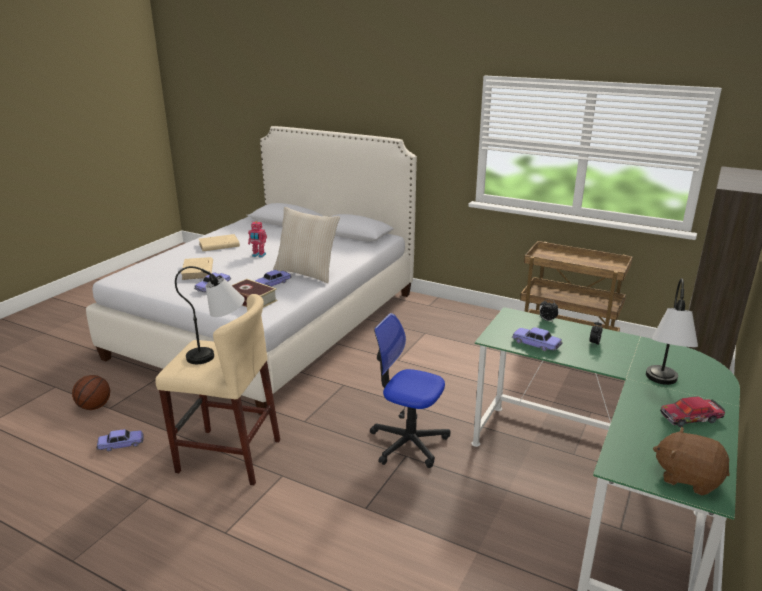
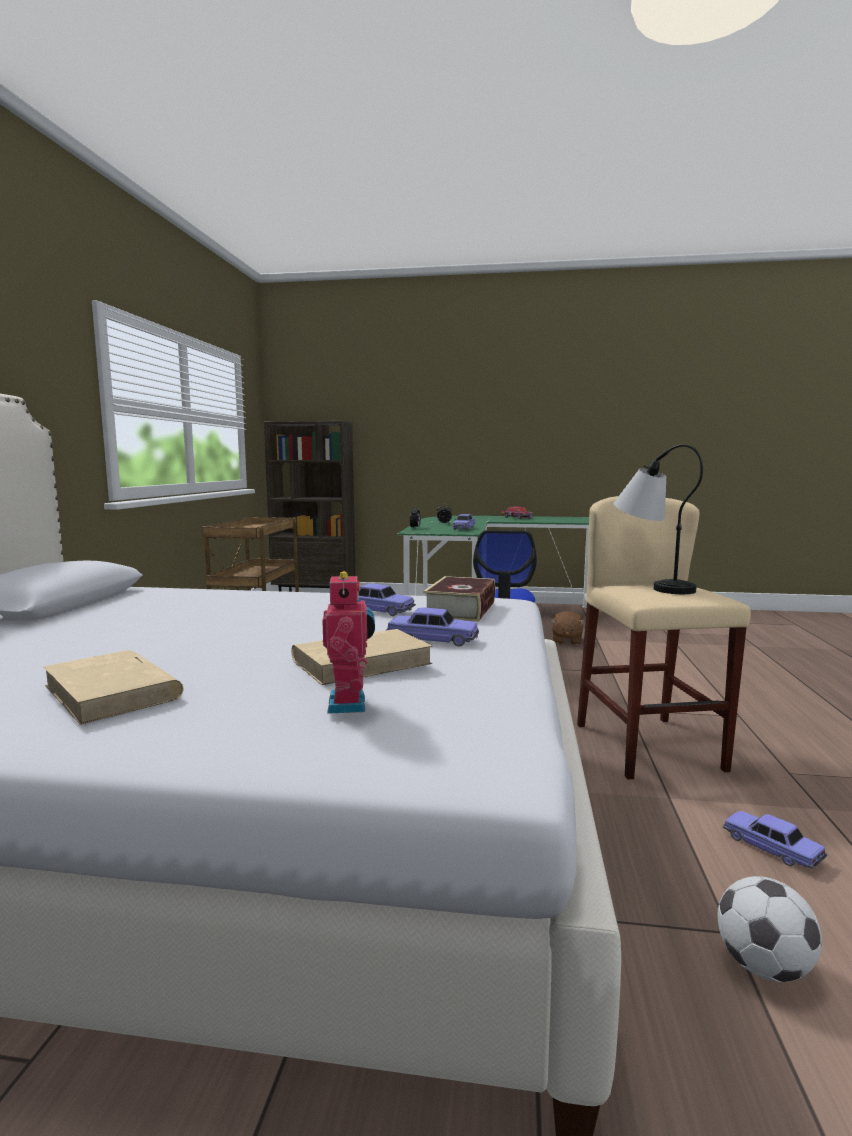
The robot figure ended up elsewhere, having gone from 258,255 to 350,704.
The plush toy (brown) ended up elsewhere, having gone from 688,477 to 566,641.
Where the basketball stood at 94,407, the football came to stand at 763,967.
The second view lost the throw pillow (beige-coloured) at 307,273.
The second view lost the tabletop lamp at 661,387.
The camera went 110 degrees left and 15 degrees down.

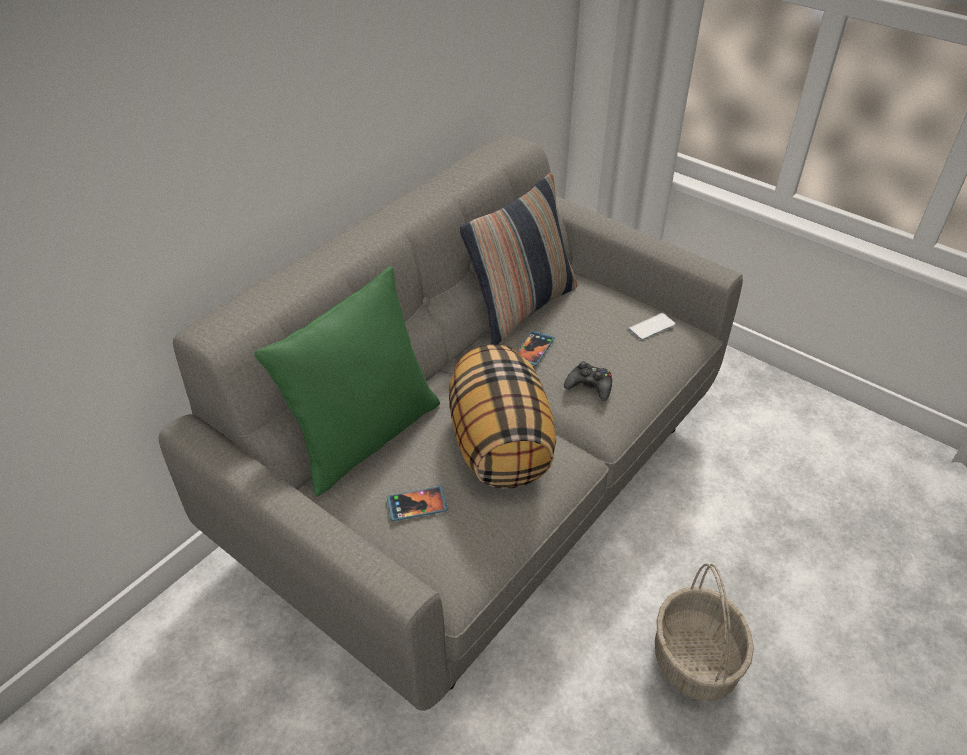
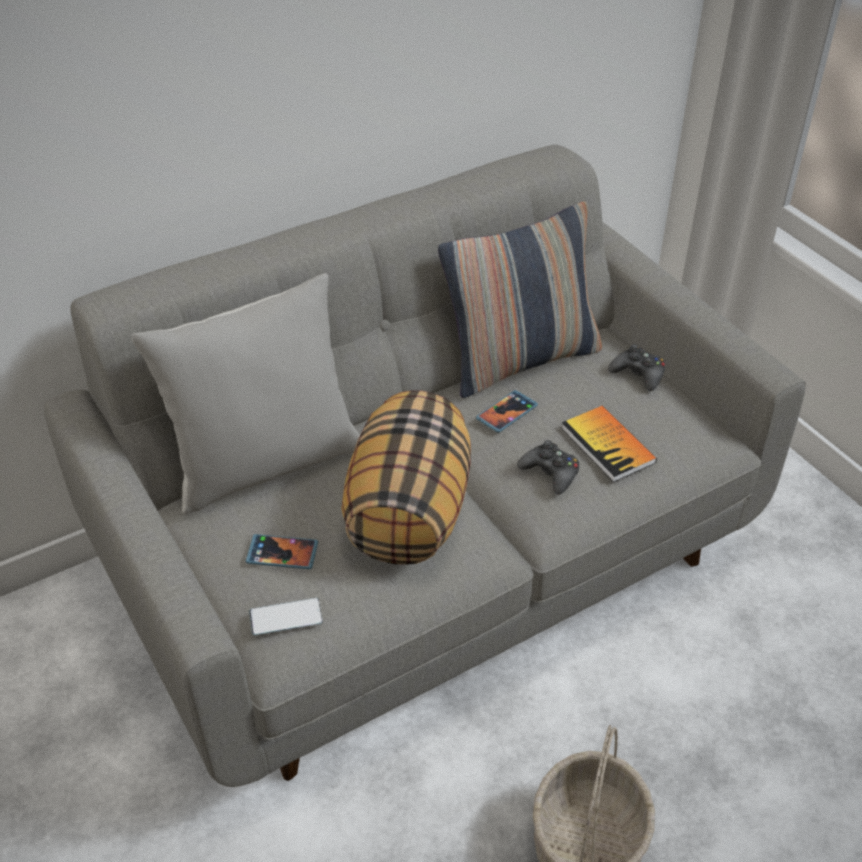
What was the throw pillow (green) at 364,437 turned into the throw pillow (greyish) at 266,463.
The telephone ended up elsewhere, having gone from 651,327 to 285,617.
The second view gained the book at 607,445.
The second view gained the game controller (black) at 638,374.
The camera went 20 degrees right and 0 degrees up.

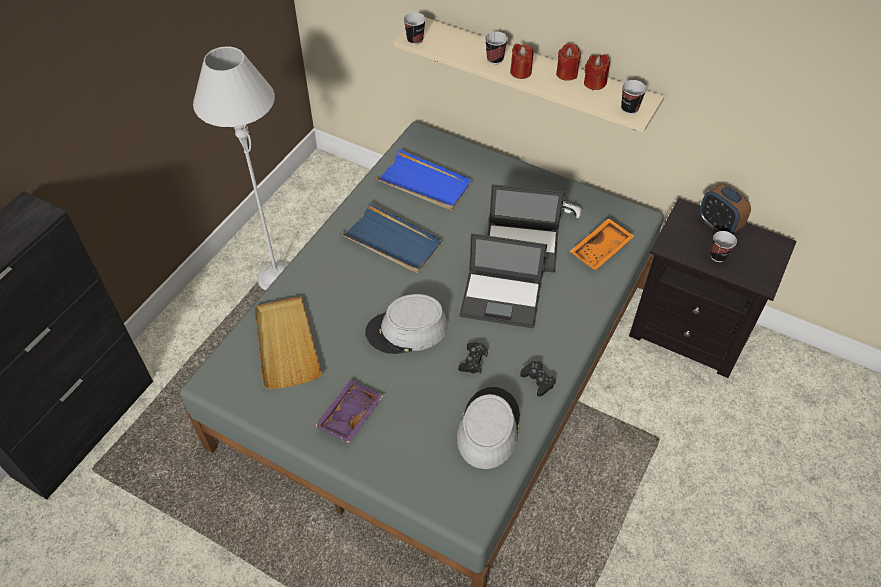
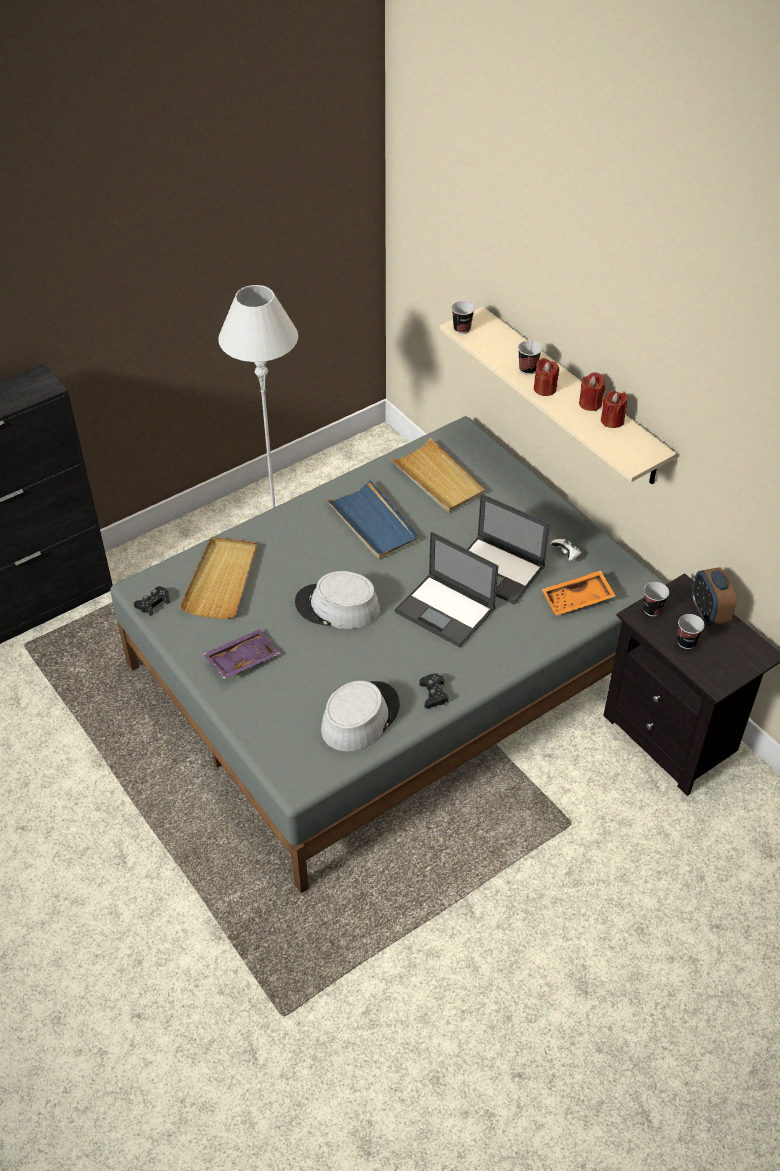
The game controller (black) ended up elsewhere, having gone from 473,361 to 153,603.
What was the tray (blue) at 424,183 turned into the tray (beige-coloured) at 438,479.
The cup ended up elsewhere, having gone from 629,108 to 652,610.
The camera went 25 degrees right and 5 degrees down.

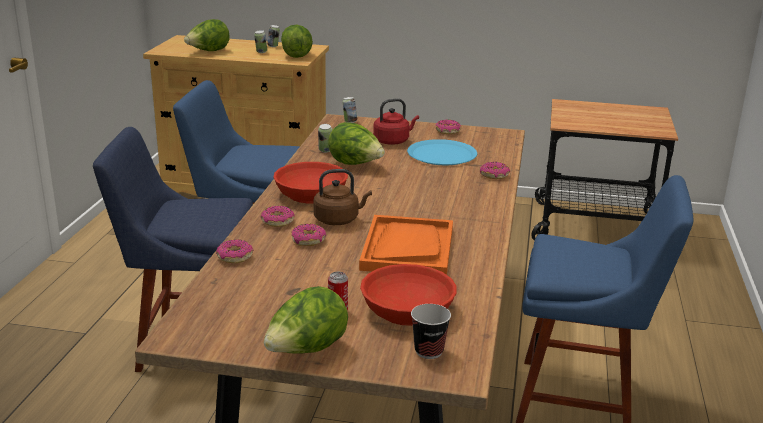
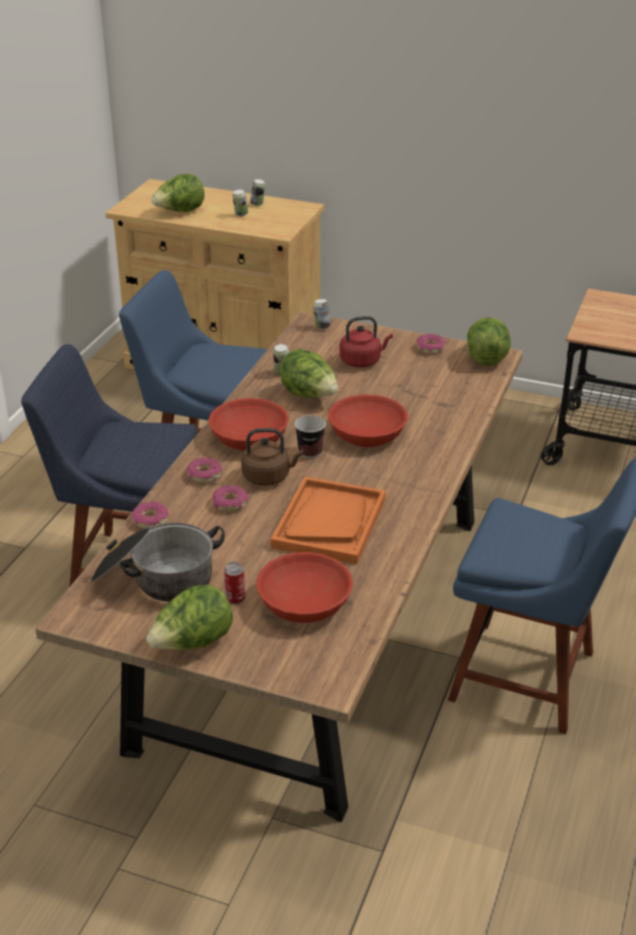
The second view gained the saucepot at 156,579.
The cup ended up elsewhere, having gone from 429,351 to 310,452.
The second view gained the deep dish (red) at 367,433.
The lettuce ended up elsewhere, having gone from 297,55 to 486,357.
The second view lost the dinner plate (blue) at 442,154.
The second view lost the donut at 494,175.
The camera went 10 degrees right and 10 degrees up.

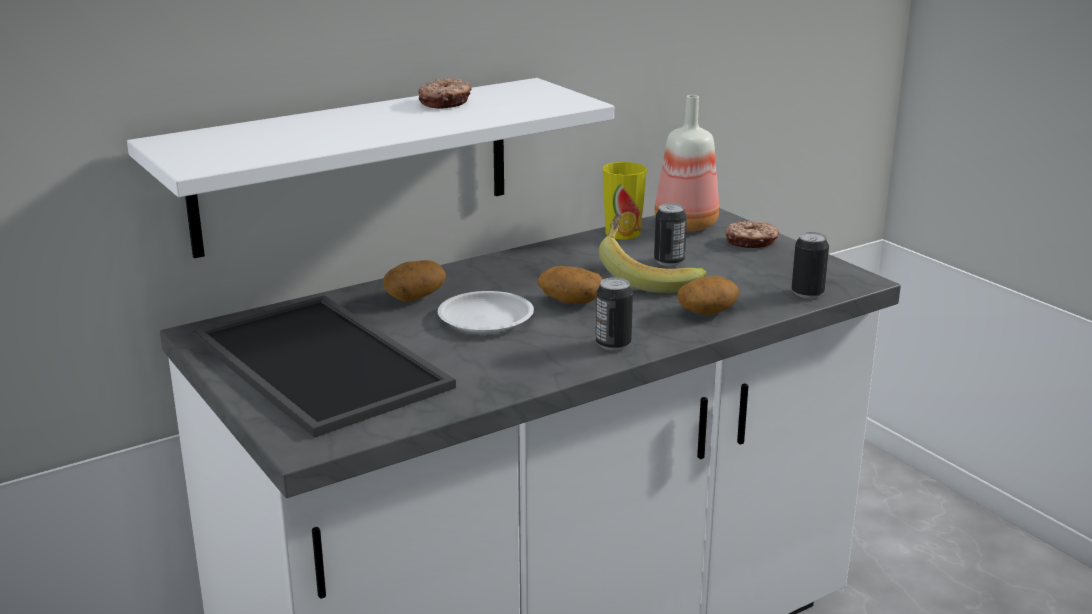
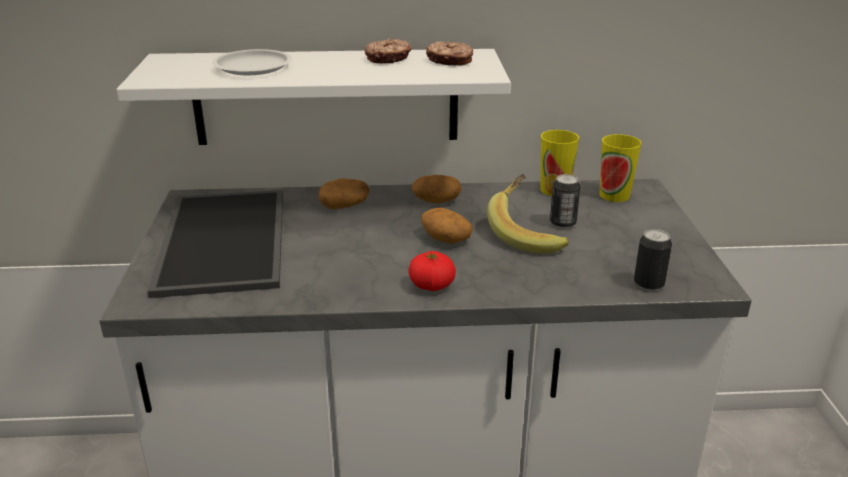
The dinner plate (whitish) ended up elsewhere, having gone from 486,318 to 253,67.
Where the metal can stood at 613,344, the whole tomato came to stand at 432,285.
The potato ended up elsewhere, having gone from 707,312 to 436,201.
The donut ended up elsewhere, having gone from 751,242 to 449,61.
Where the beverage bottle stood at 686,226, the cup came to stand at 614,195.
The camera went 30 degrees right and 5 degrees up.

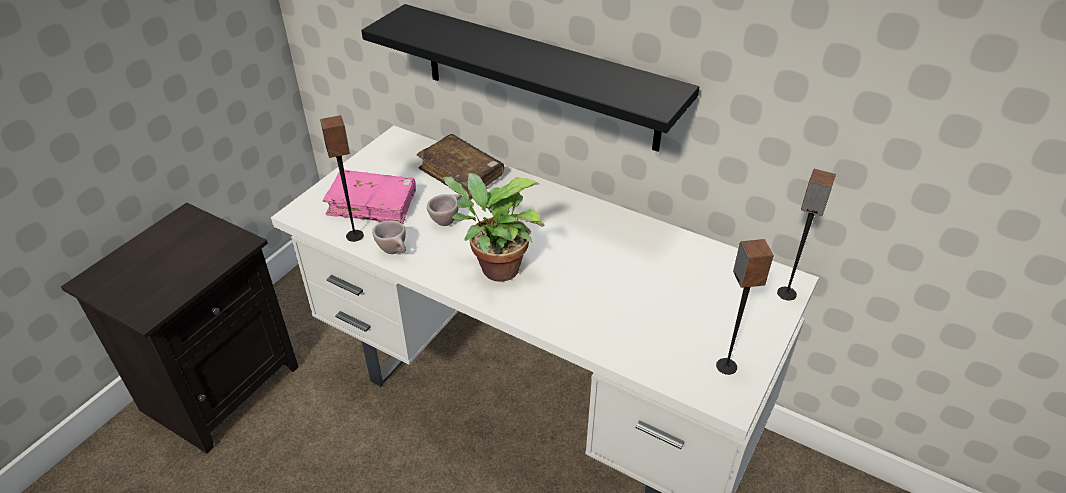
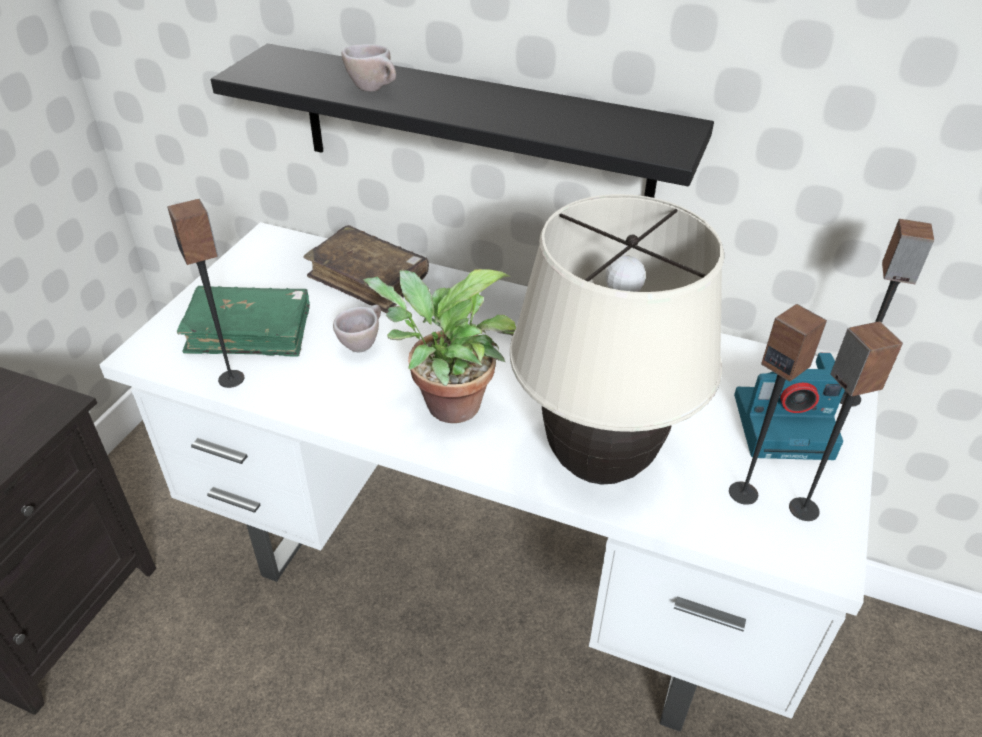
What was the book (pink-coloured) at 372,204 turned into the book (green) at 250,332.
The cup (beige-coloured) ended up elsewhere, having gone from 395,251 to 375,90.
The second view gained the tabletop lamp (beige-coloured) at 600,464.
The second view gained the audio speaker at 743,493.
The second view gained the still camera at 785,425.
The camera went 10 degrees left and 0 degrees up.

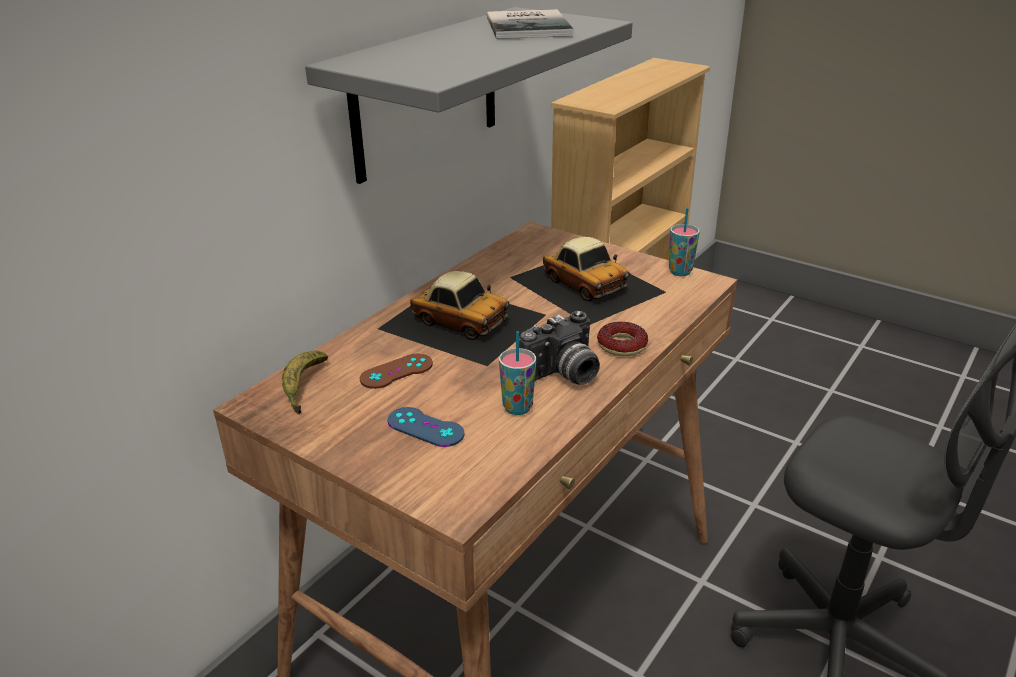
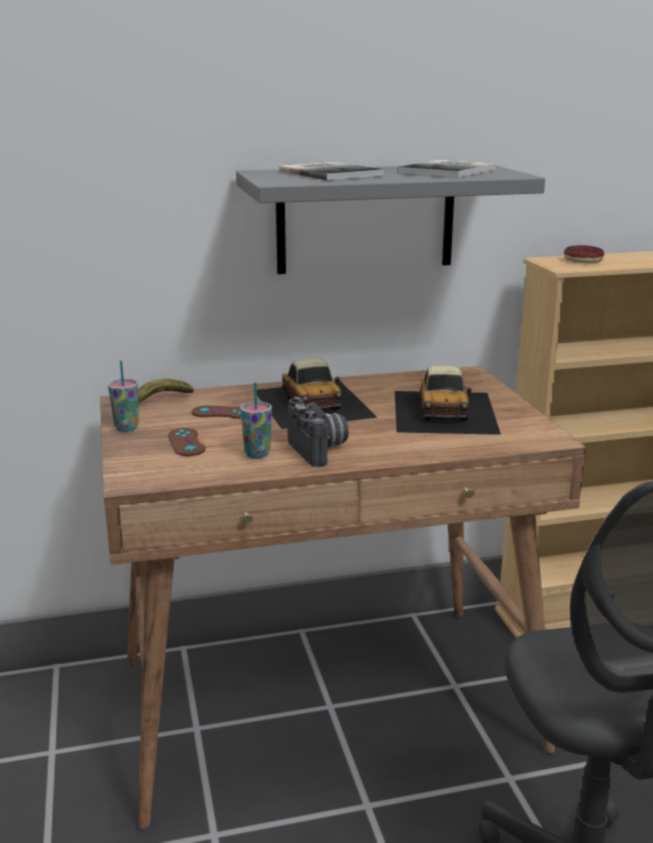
The cup ended up elsewhere, having gone from 680,272 to 126,428.
What was the game controller (blue) at 425,427 turned into the game controller (brown) at 186,442.
The second view gained the book at 331,173.
The still camera at 563,375 ended up facing another way, 120 degrees counterclockwise from before.
The donut ended up elsewhere, having gone from 622,345 to 582,260.
The camera went 40 degrees right and 10 degrees down.

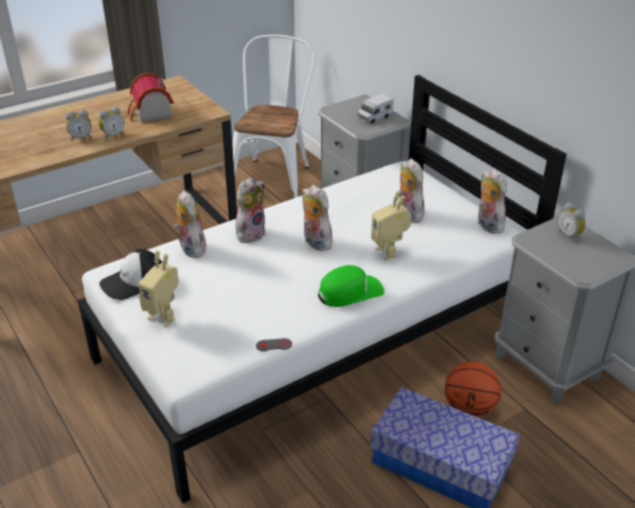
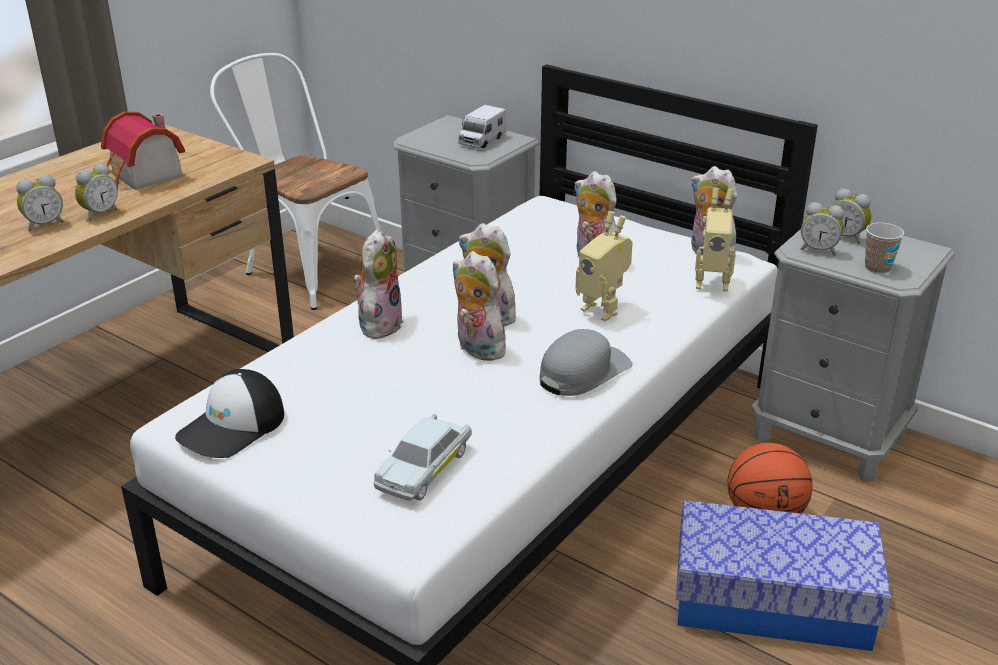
The chair (whitish) at 274,176 ended up facing another way, 45 degrees counterclockwise from before.
The second view gained the toy car (whitish) at 424,469.
The plush toy ended up elsewhere, having gone from 190,248 to 476,349.
What was the cap (green) at 350,292 turned into the cap (greyish) at 583,372.
The robot figure ended up elsewhere, having gone from 164,316 to 712,282.
The second view gained the alarm clock at 818,250.
The second view gained the cup at 877,268.
The second view lost the game controller (greyish) at 274,345.
The camera went 20 degrees left and 5 degrees down.

